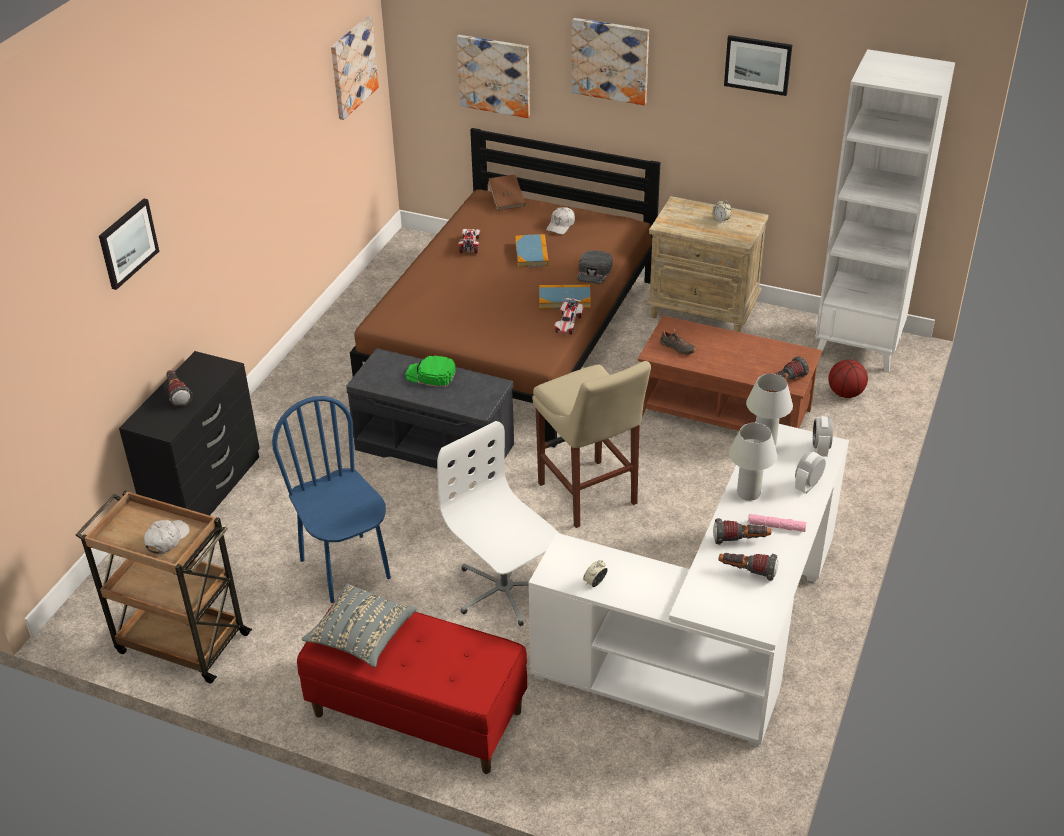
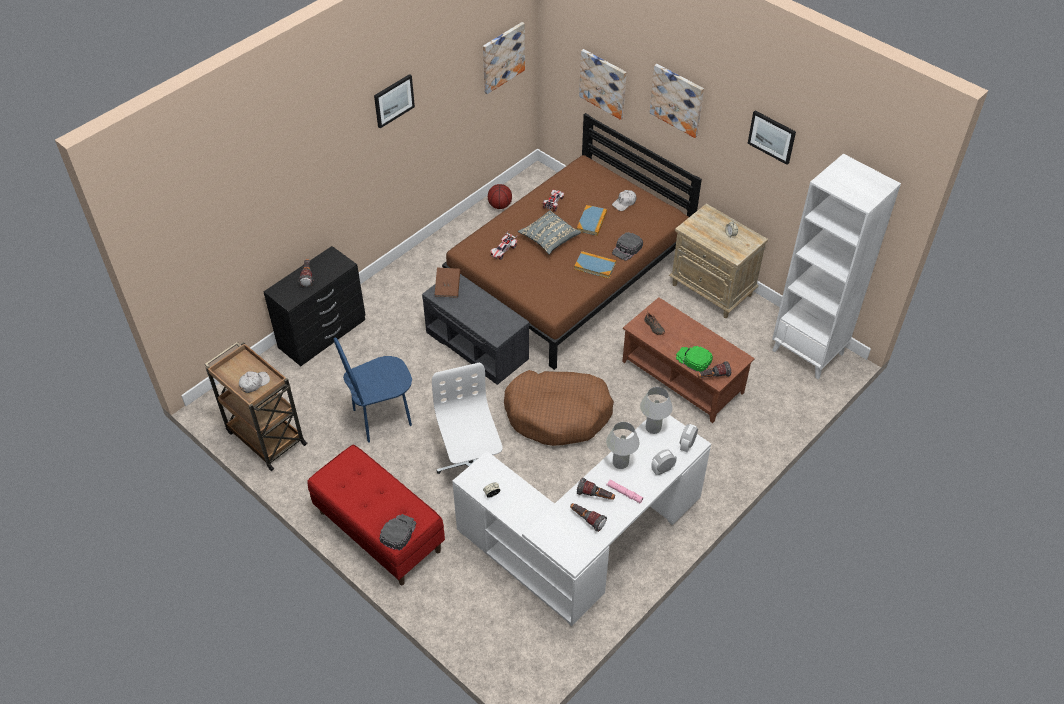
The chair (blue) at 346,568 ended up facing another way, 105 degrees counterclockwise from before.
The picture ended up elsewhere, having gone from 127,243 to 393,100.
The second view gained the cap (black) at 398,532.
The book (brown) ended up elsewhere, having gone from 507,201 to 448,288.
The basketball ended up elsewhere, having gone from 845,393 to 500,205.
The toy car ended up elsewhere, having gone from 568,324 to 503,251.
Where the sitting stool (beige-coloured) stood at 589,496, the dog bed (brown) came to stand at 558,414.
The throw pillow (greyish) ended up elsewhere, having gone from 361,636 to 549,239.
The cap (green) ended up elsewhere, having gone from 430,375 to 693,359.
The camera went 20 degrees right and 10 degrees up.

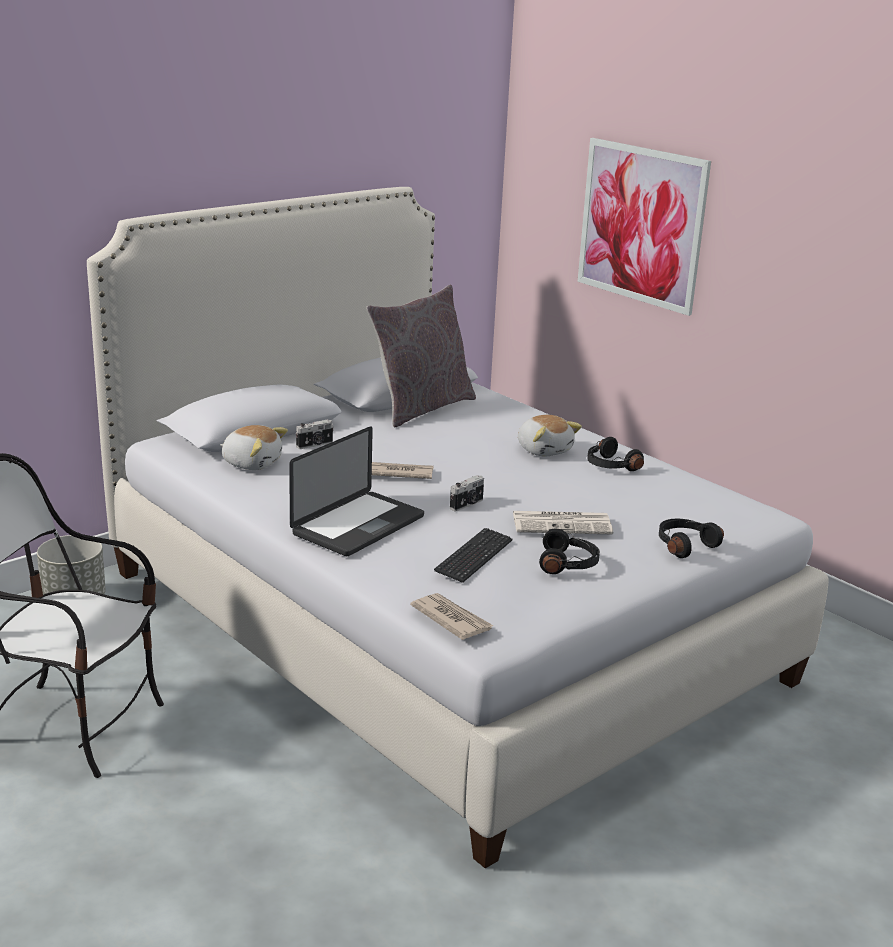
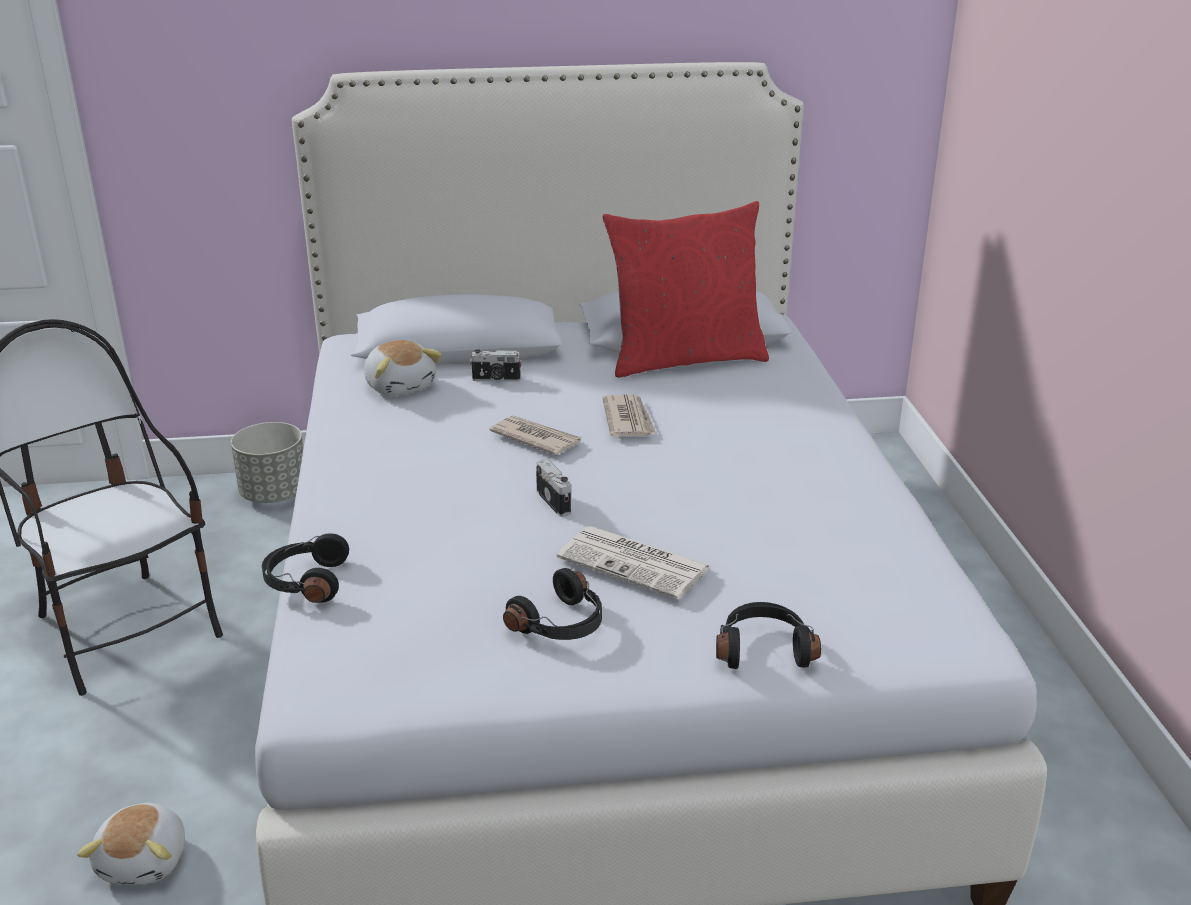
The plush toy ended up elsewhere, having gone from 544,450 to 145,860.
The pair of headphones (black) ended up elsewhere, having gone from 610,466 to 305,582.
The still camera at 467,505 ended up facing another way, 105 degrees counterclockwise from before.
What was the throw pillow (greyish) at 421,407 turned into the throw pillow (red) at 684,359.
The daily paper ended up elsewhere, having gone from 451,619 to 628,419.
The second view lost the laptop at 358,525.
The second view lost the computer keyboard at 474,557.
The second view lost the picture at 641,224.
The camera went 35 degrees right and 5 degrees up.

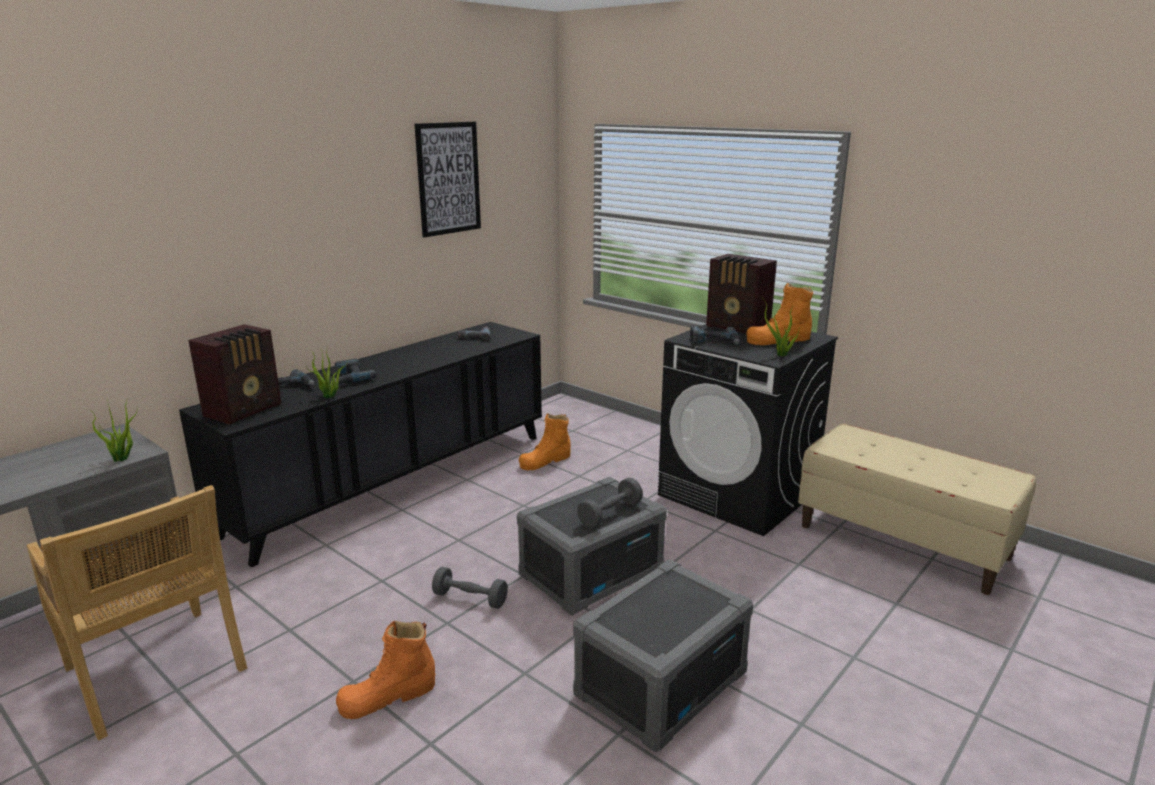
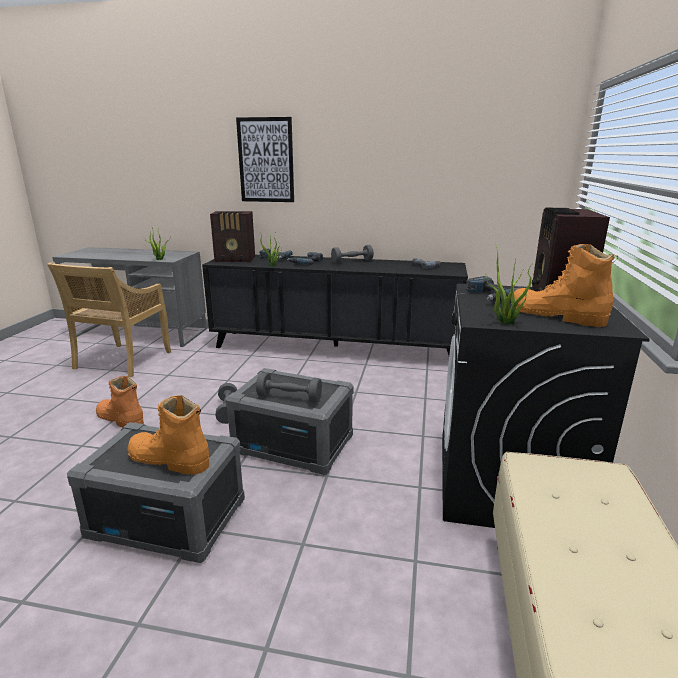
The tall boot (orange) ended up elsewhere, having gone from 545,461 to 169,460.
The picture ended up elsewhere, having gone from 448,178 to 266,160.
The second view gained the dumbbell (greyish) at 352,261.
The camera went 60 degrees right and 0 degrees up.

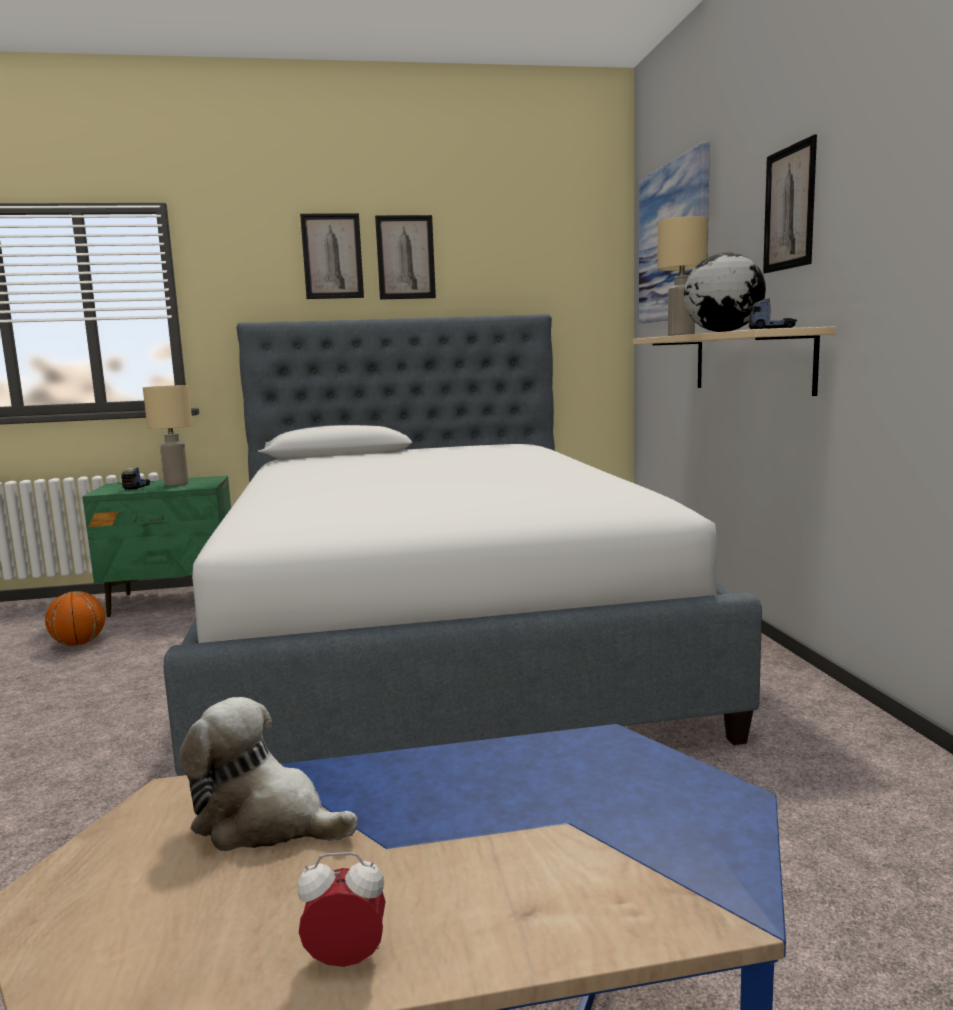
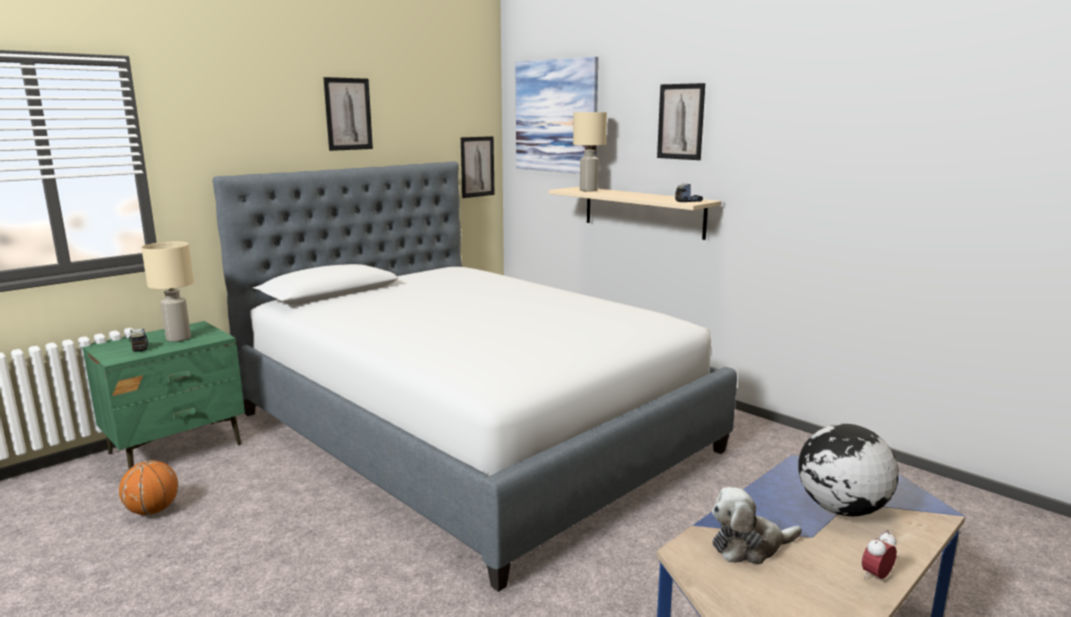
The picture ended up elsewhere, having gone from 332,256 to 477,166.
The desk globe ended up elsewhere, having gone from 722,332 to 840,509.
The camera went 35 degrees left and 5 degrees up.

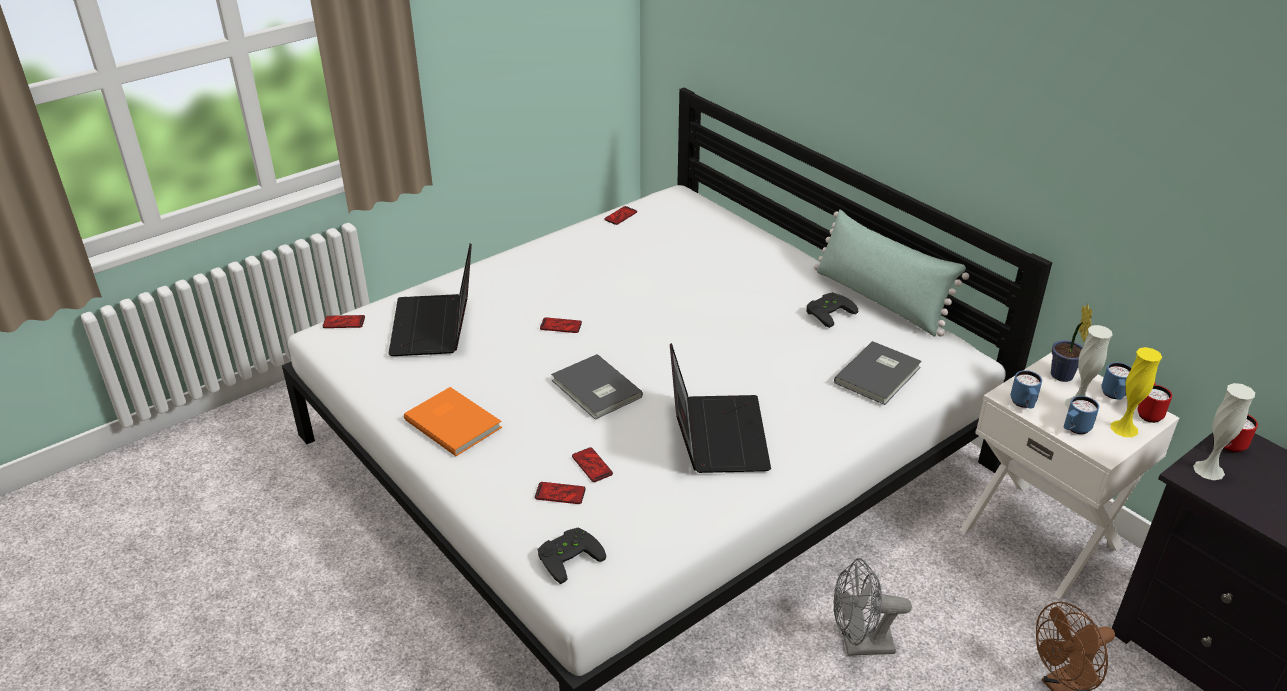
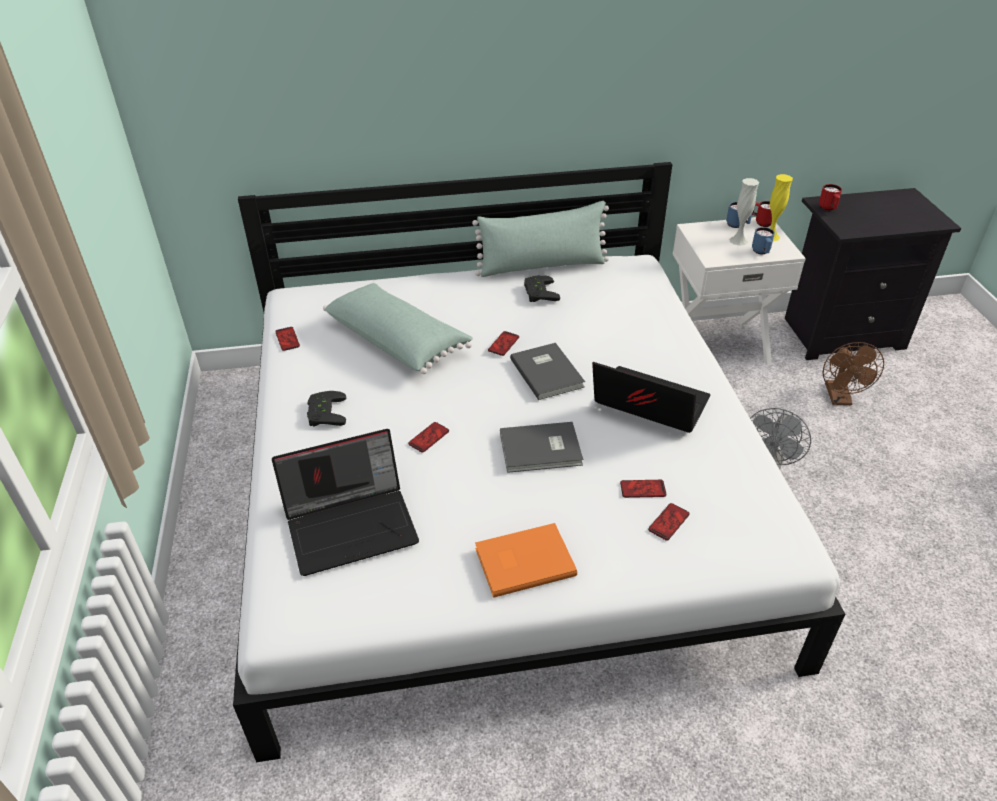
The laptop at 436,327 ended up facing another way, 45 degrees counterclockwise from before.
The game controller (black) ended up elsewhere, having gone from 568,555 to 324,412.
The second view gained the throw pillow (green) at 398,340.
The telephone ended up elsewhere, having gone from 344,322 to 503,344.
The book (greyish) ended up elsewhere, having gone from 880,375 to 548,372.
The second view lost the tea mug (blue) at 1023,404.
The second view lost the potted plant at 1062,377.
The second view lost the flower vase (whitish) at 1208,470.
The camera went 60 degrees left and 5 degrees up.

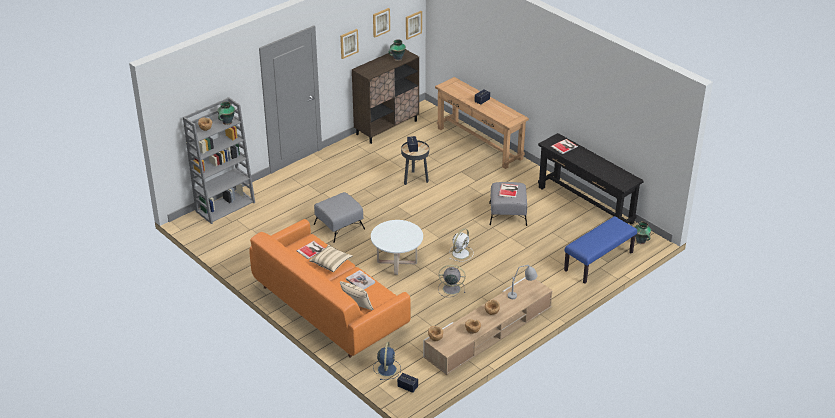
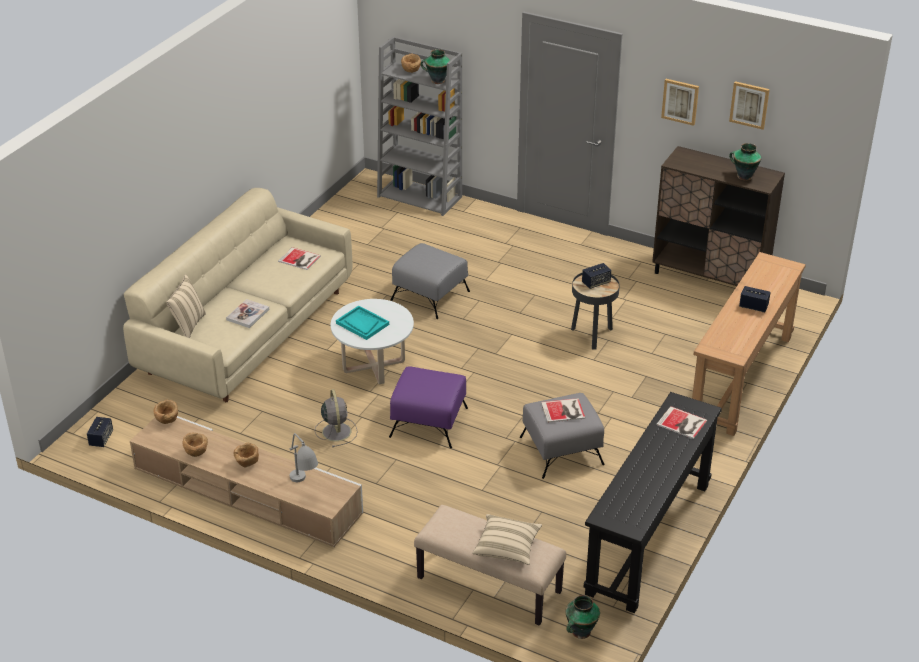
What was the settee (orange) at 328,307 turned into the settee (beige-coloured) at 246,330.
The second view gained the tray (turquoise-coloured) at 362,324.
Where the fan (whitish) stood at 461,253, the ottoman (purplish) came to stand at 429,422.
What was the long seat (blue) at 599,262 turned into the long seat (beige-coloured) at 488,585.
The throw pillow (beige-coloured) ended up elsewhere, having gone from 331,263 to 507,547.
The second view lost the fan (blue) at 387,369.
The second view lost the picture at 413,24.
The camera went 70 degrees right and 0 degrees up.

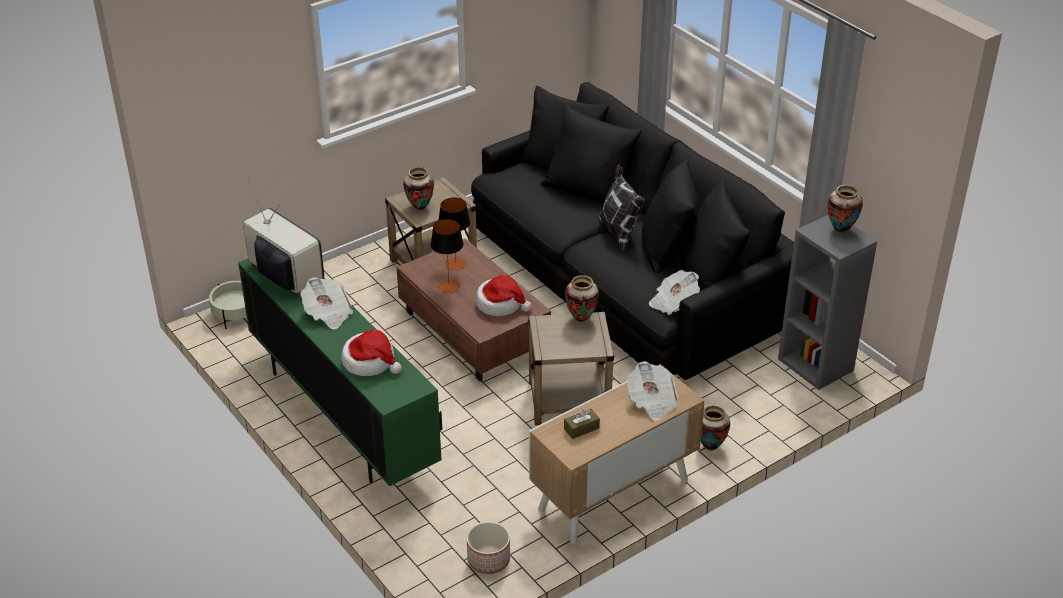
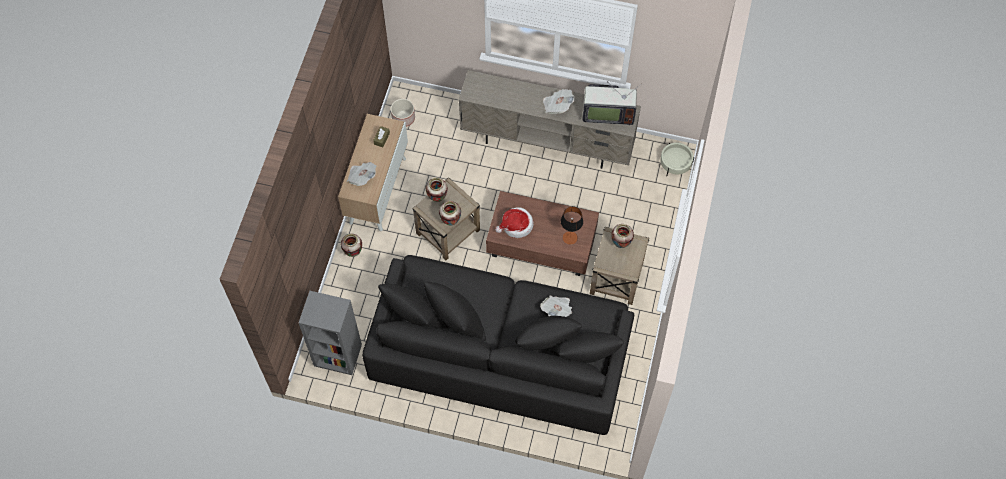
The flower vase ended up elsewhere, having gone from 840,230 to 437,198.
What was the media console (green) at 342,415 turned into the media console (beige-coloured) at 548,143.
The daily paper ended up elsewhere, having gone from 673,302 to 557,310.
The second view lost the clothing hat at 370,362.
The second view lost the tabletop lamp at 448,286.
The second view lost the throw pillow at 619,232.
The camera went 140 degrees right and 25 degrees up.

